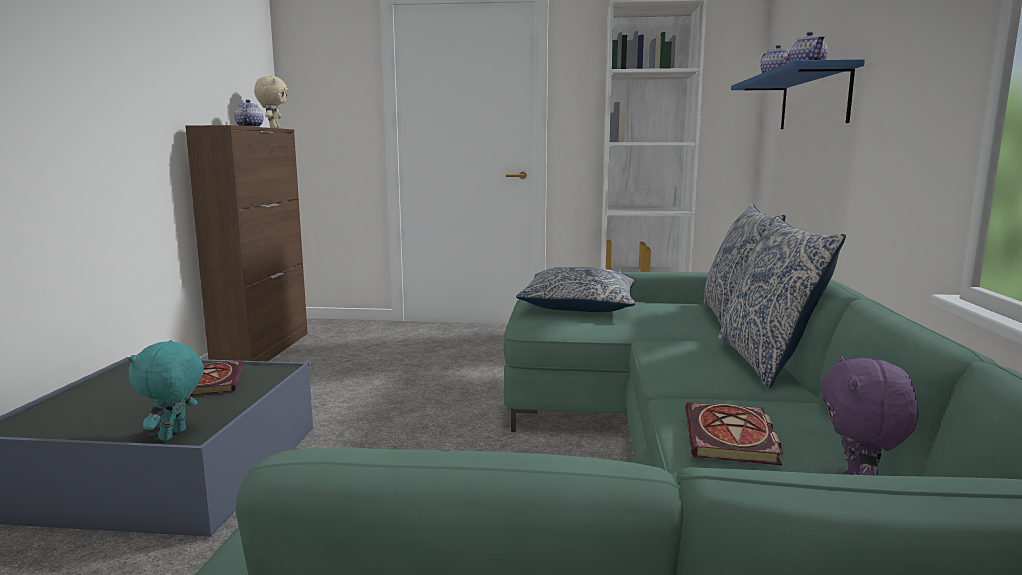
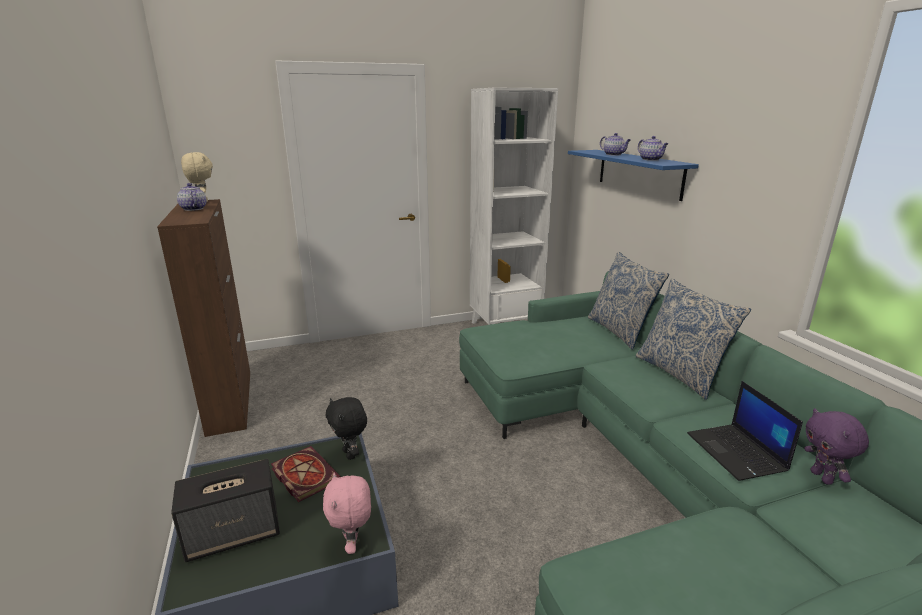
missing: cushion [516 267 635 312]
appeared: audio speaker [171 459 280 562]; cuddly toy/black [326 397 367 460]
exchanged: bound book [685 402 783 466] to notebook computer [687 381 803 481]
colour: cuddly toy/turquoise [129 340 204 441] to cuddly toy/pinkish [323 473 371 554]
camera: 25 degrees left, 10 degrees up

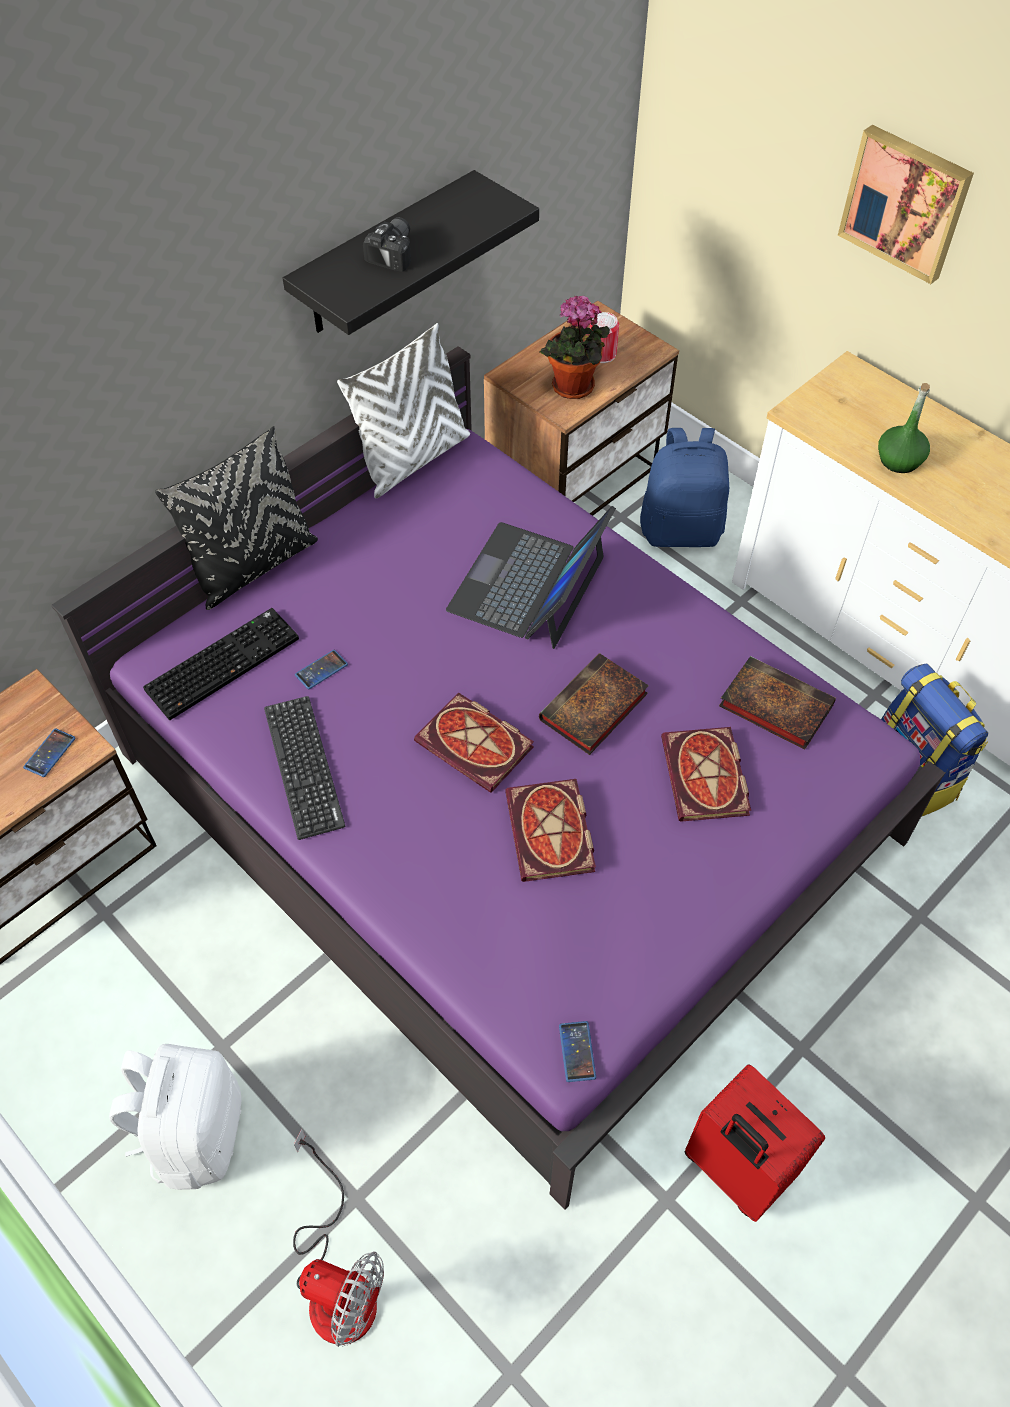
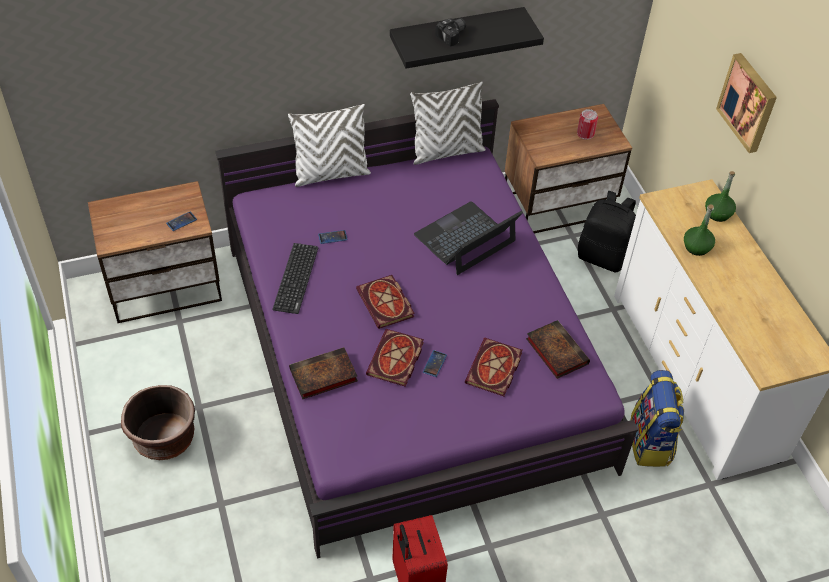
missing: PC keyboard [143 608 299 720]; electric fan [293 1128 384 1347]; houseplant [540 295 610 399]
appeared: beverage bottle/green [705 171 736 222]
relocated: bound book [539 653 649 755] to [289 347 358 399]; handset [559 1021 596 1082] to [423 350 447 377]
exchanged: backpack/white-coloured [109 1044 241 1190] to planter/brown-coloured [121 385 195 460]
colour: cushion/black [155 427 318 610] to cushion/white-coloured [288 104 371 187]; backpack/blue-coloured [640 428 729 547] to backpack/black [578 191 636 273]
camera: 25 degrees right, 5 degrees down

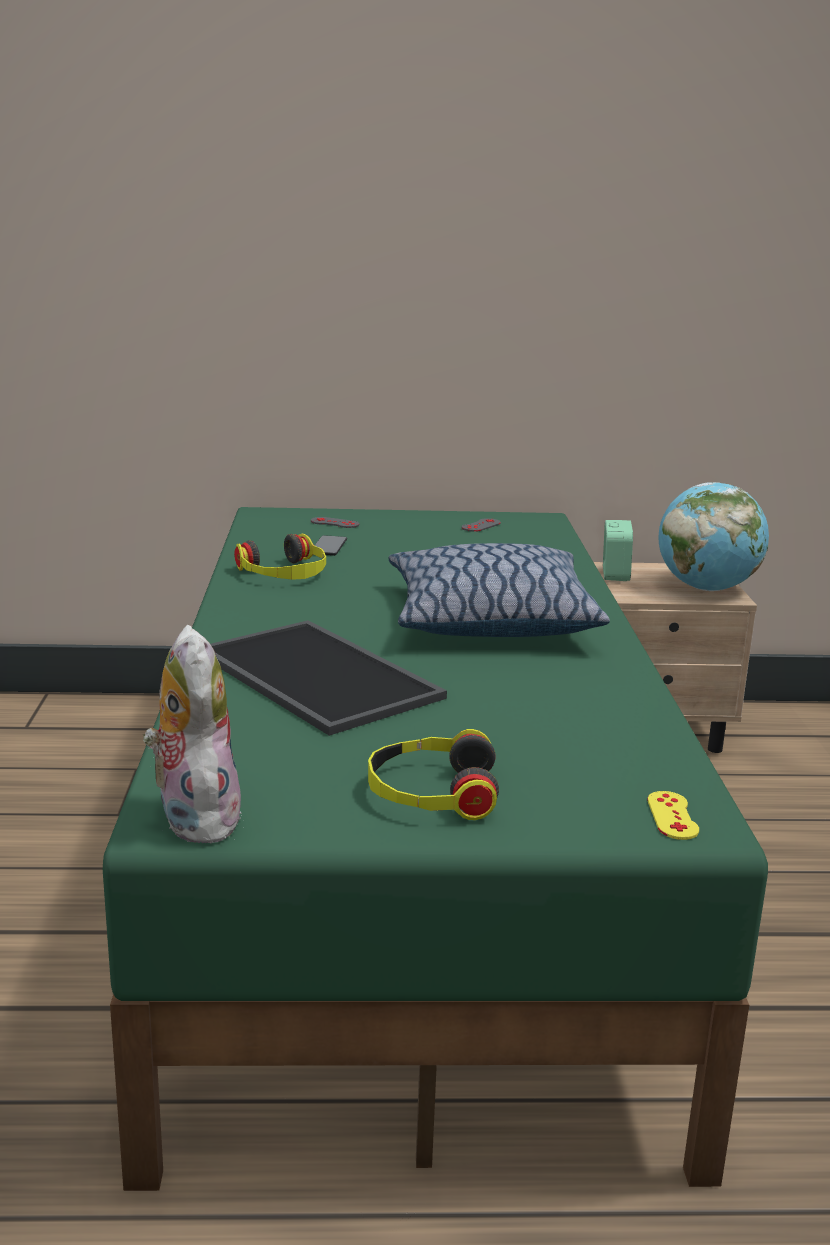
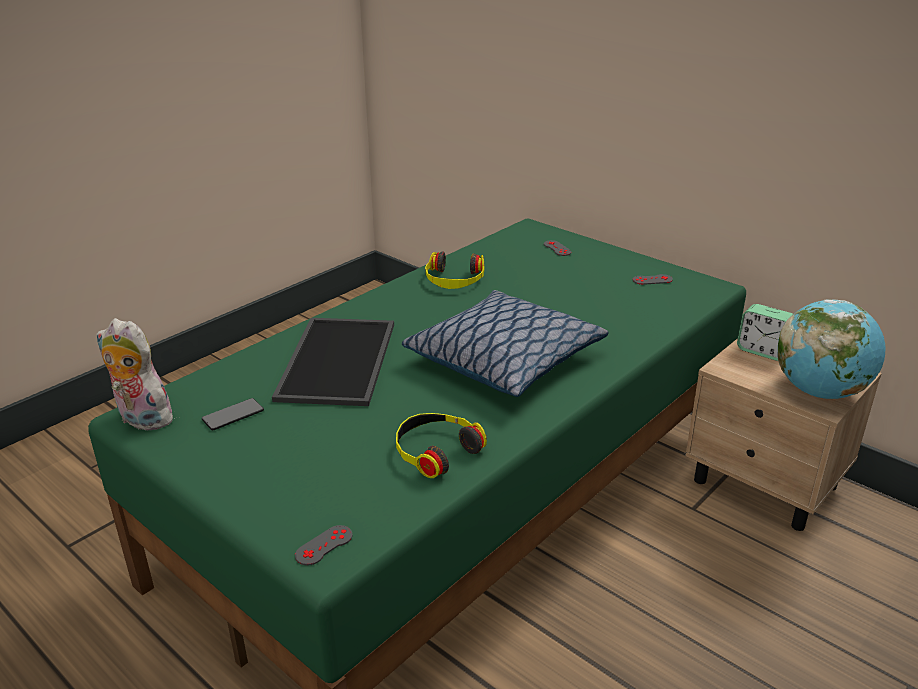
relocated: handset [314 535 347 556] to [202 398 264 431]; headphones [368 729 499 820] to [396 413 487 478]
colour: game controller/yellowish [647 791 699 840] to game controller/greyish [295 525 353 566]
spun: cuddly toy [143 625 242 844] = [96 318 175 430] 90 degrees counterclockwise; bedside clock [603 520 633 581] = [737 304 793 361] 75 degrees clockwise
camera: 45 degrees right, 10 degrees up

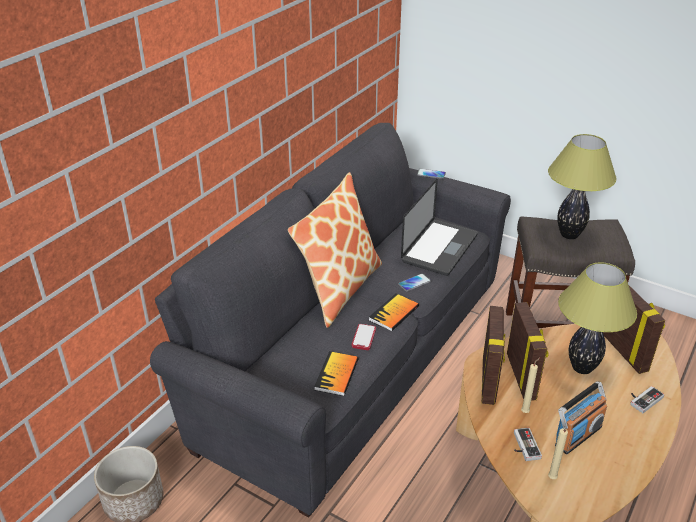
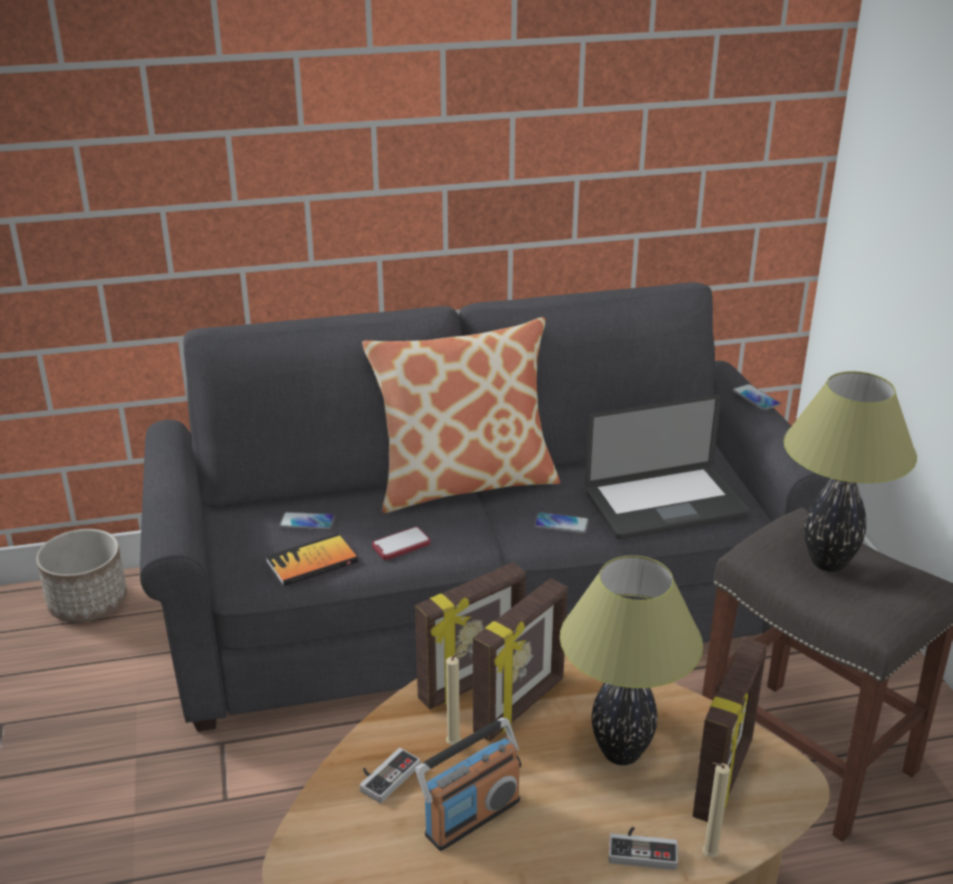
missing: bound book [369 293 419 331]
appeared: handset [279 512 335 530]
relocated: candle/beige-coloured [548 428 568 479] to [702 762 730 858]
spun: radio set [555 381 607 454] = [415 717 521 851] 45 degrees counterclockwise
camera: 45 degrees right, 5 degrees down

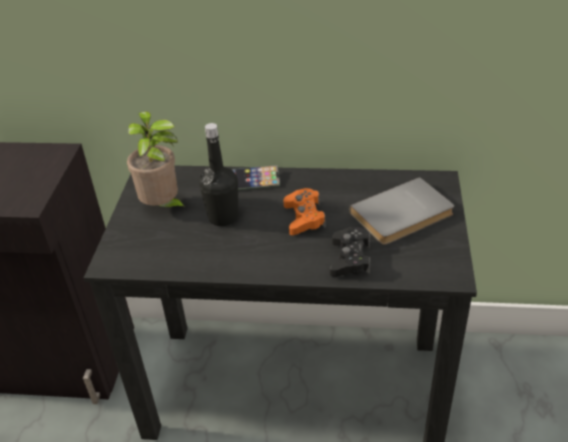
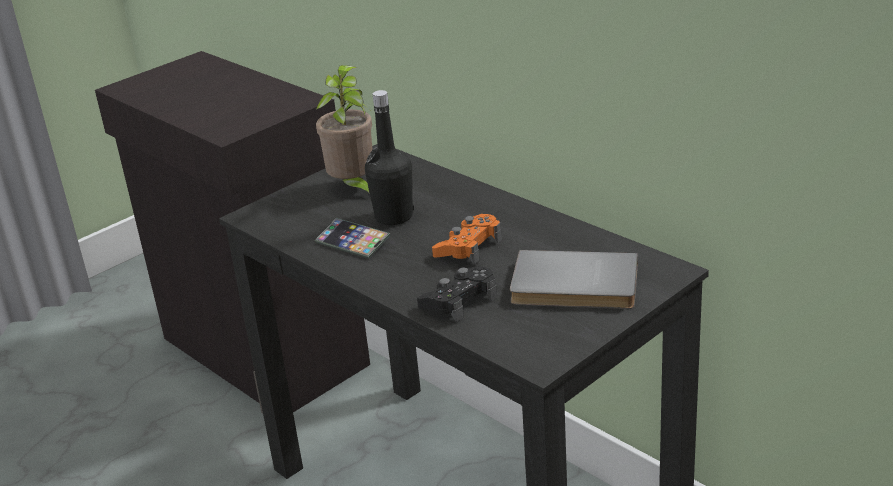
relocated: handset [232 165 280 190] to [314 218 390 259]
camera: 40 degrees right, 10 degrees down

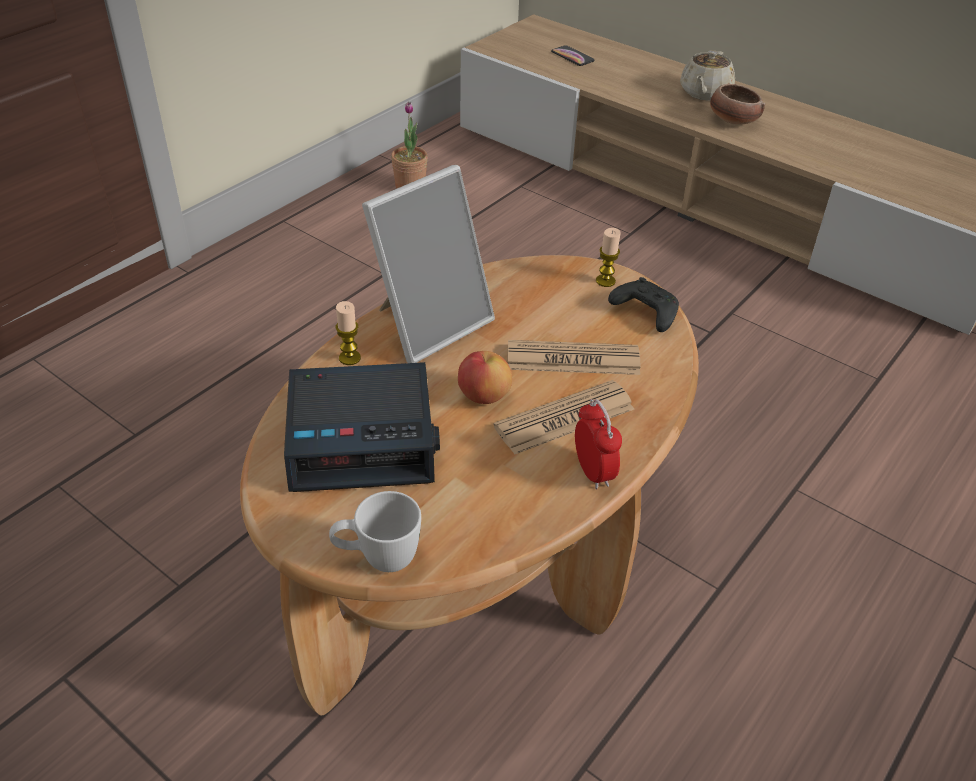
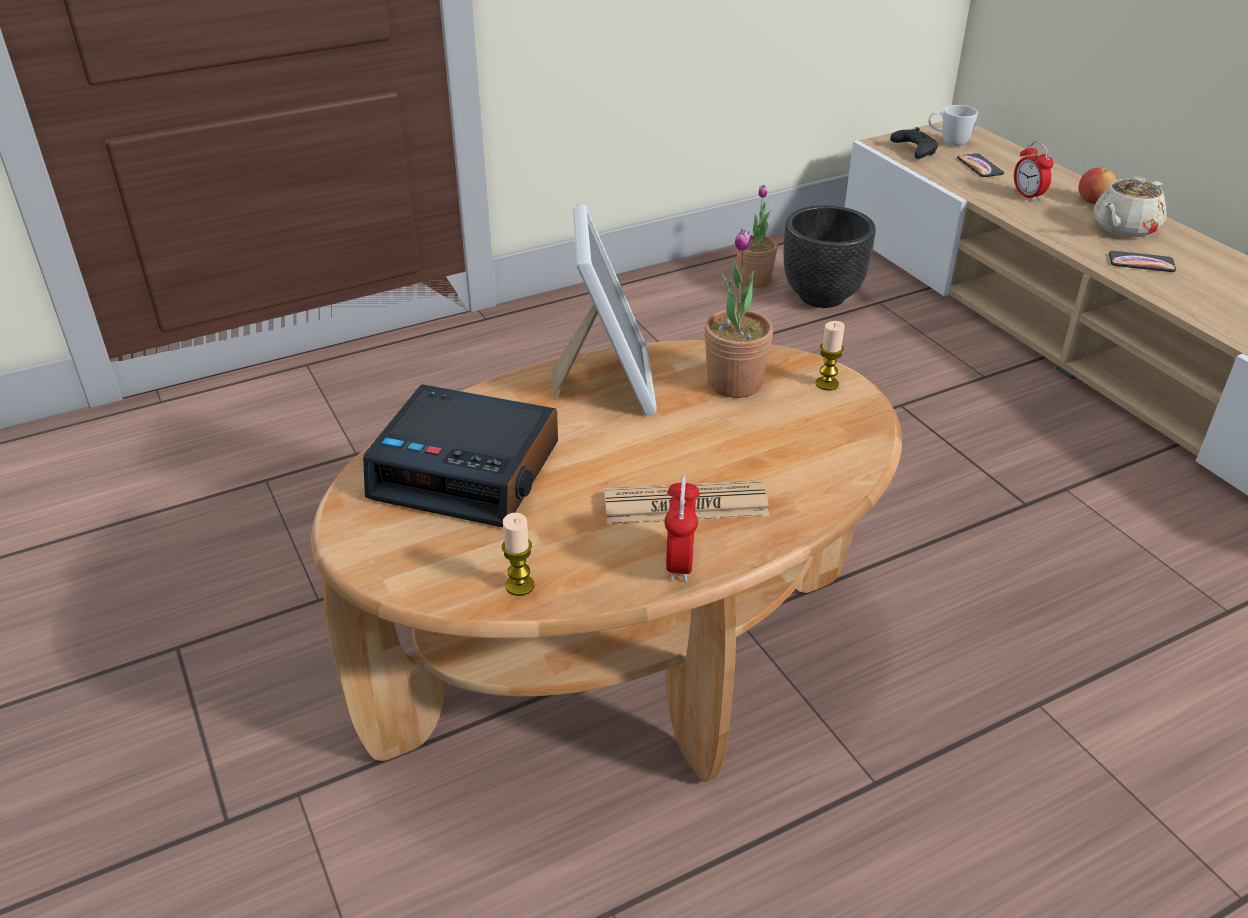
missing: newspaper [508 340 641 375]
appeared: houseplant [704 228 773 398]; planter/black [784 205 876 308]; bedside clock [1014 142 1054 202]
relocated: coffee mug/white-coloured [329 491 421 572] to [928 105 978 146]; candle [336 301 361 365] to [502 513 534 596]; whole apple [458 351 512 404] to [1078 168 1117 204]; game controller/black [608 277 679 332] to [890 127 938 159]
exchanged: serving bowl [710 84 765 125] to handset [1109 251 1176 272]
spun: photo frame [362 165 495 363] = [552 204 657 416] 75 degrees counterclockwise
camera: 25 degrees right, 5 degrees down

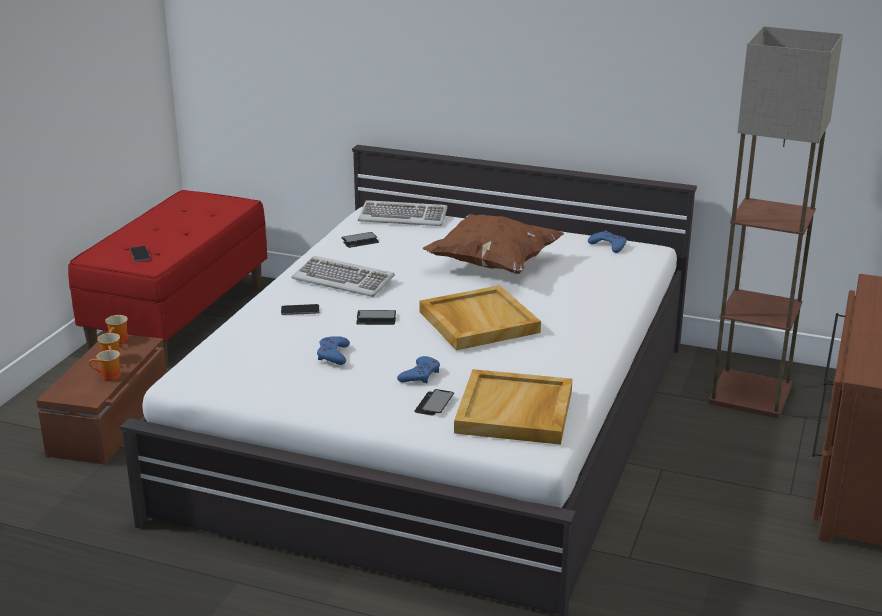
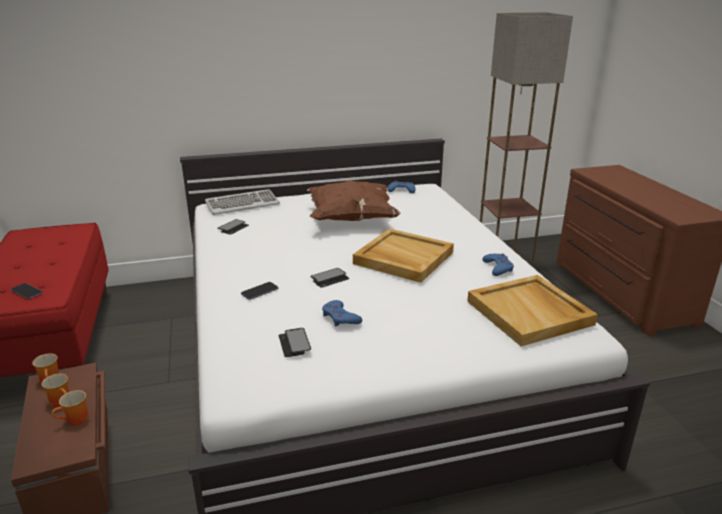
missing: PC keyboard [291 256 395 297]
relocated: game controller/blue-coloured [397 356 440 383] to [482 253 514 276]; handset [414 389 454 415] to [279 328 311 357]
camera: 35 degrees left, 0 degrees up

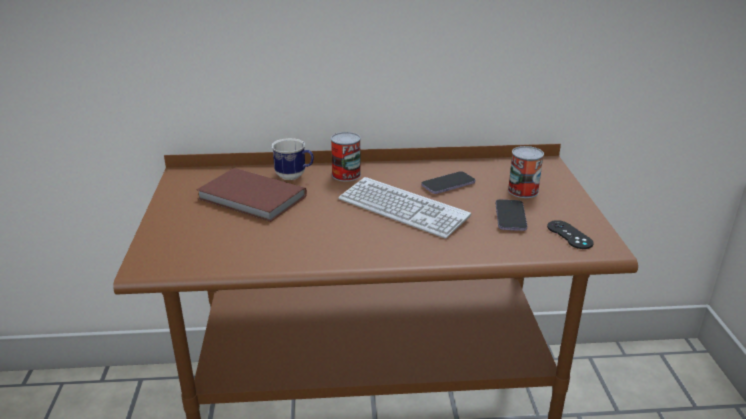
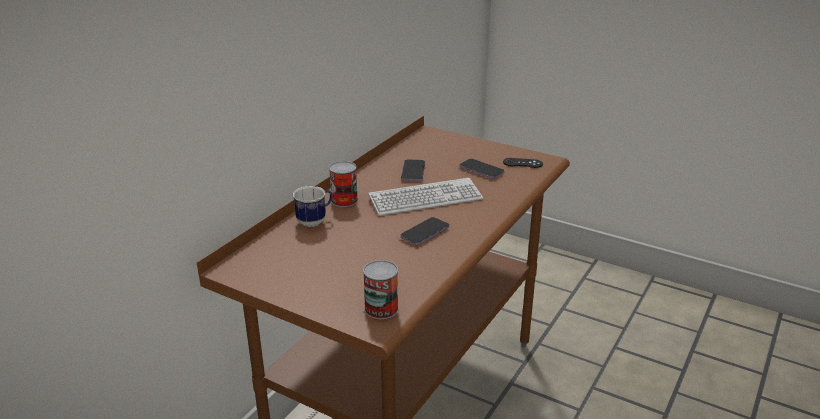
missing: bound book/brown-coloured [196 168 307 222]
appeared: handset [401 217 449 245]
relocated: can [508 146 544 198] to [363 260 399 319]
camera: 55 degrees left, 0 degrees up

